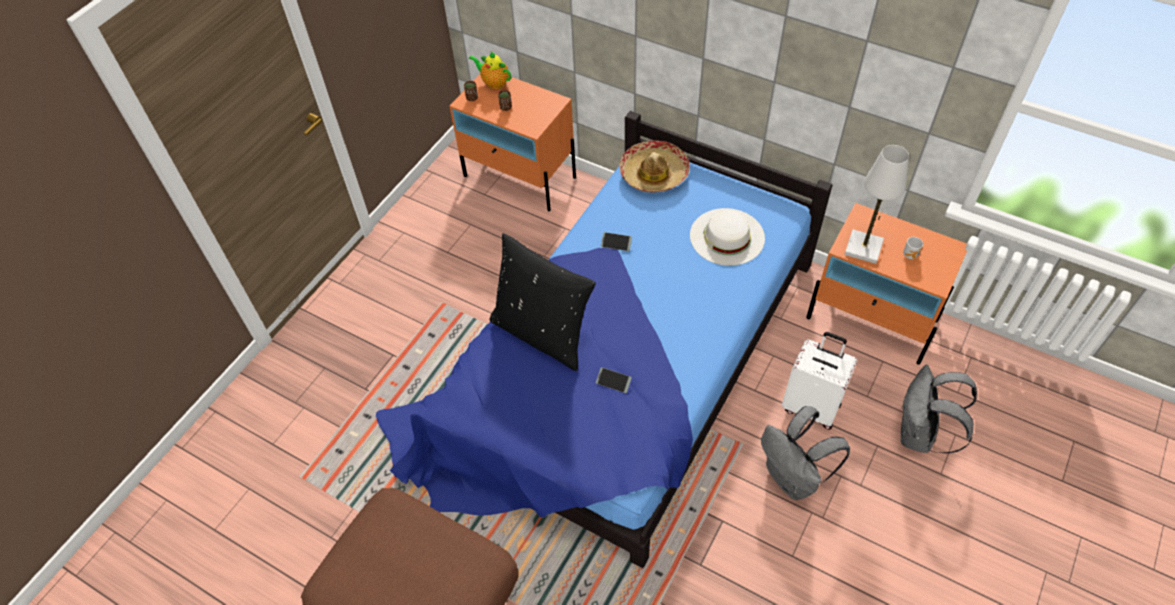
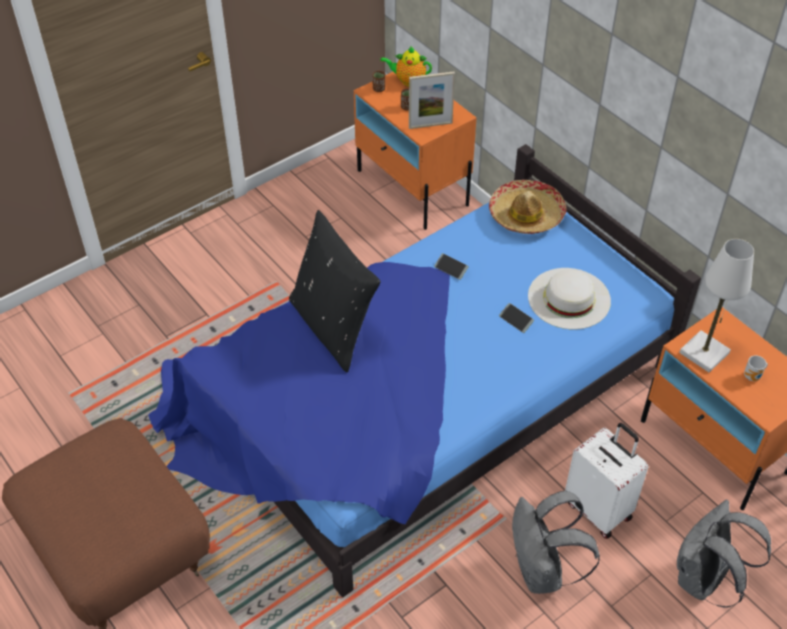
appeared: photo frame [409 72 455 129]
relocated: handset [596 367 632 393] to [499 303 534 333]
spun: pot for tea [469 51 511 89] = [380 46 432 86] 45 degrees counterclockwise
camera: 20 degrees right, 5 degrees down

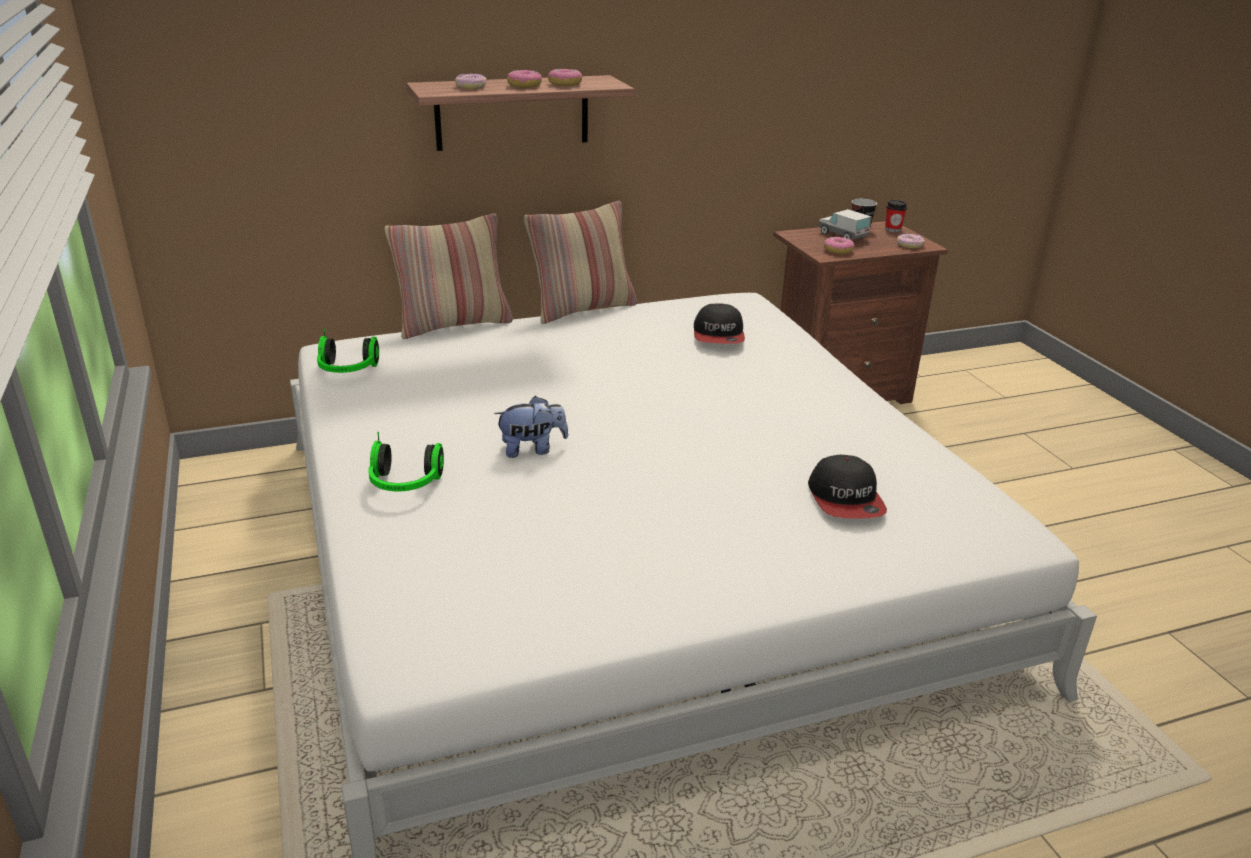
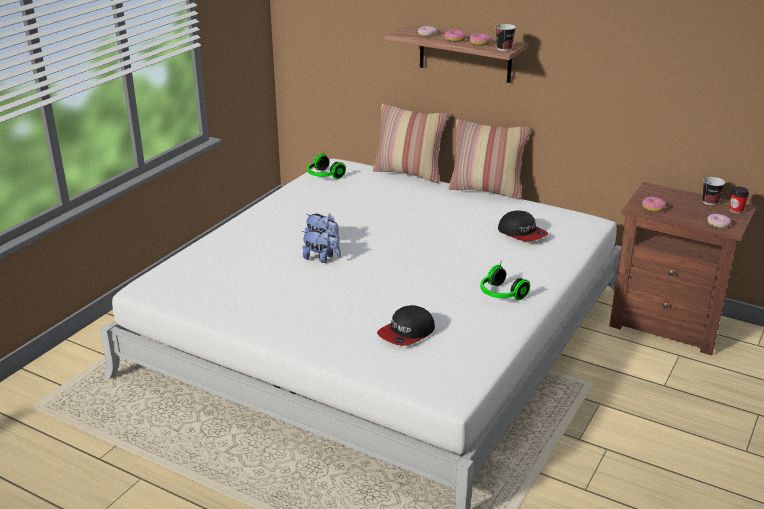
missing: model truck [819 209 872 240]
appeared: cuddly toy [302 229 341 263]; drinking cup [496 24 516 51]
relocated: headphones [368 432 444 491] to [480 261 530 300]
spun: baseball cap [694 303 745 344] = [498 210 548 241] 90 degrees counterclockwise
camera: 50 degrees right, 0 degrees up

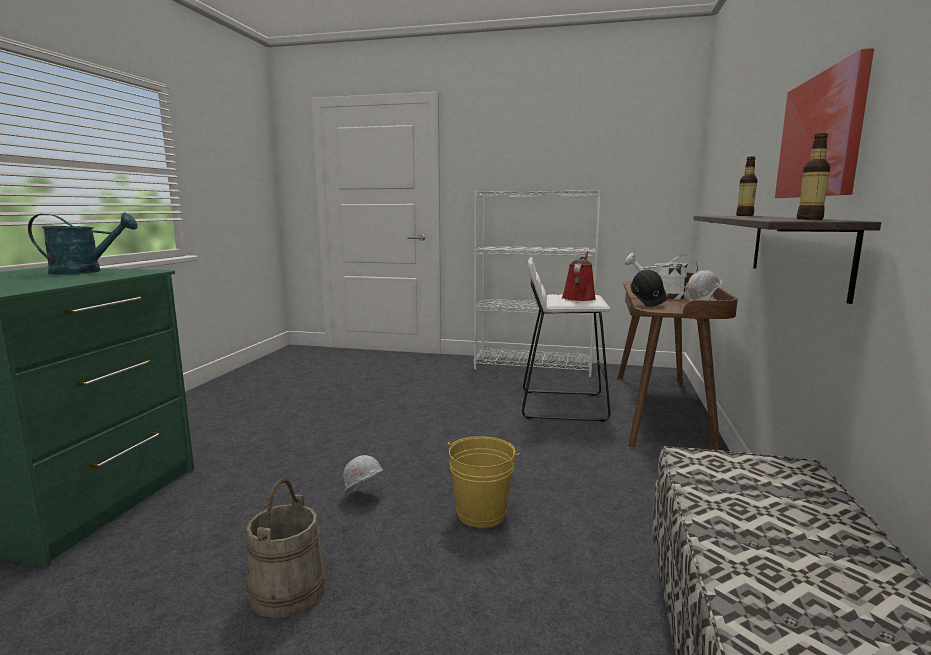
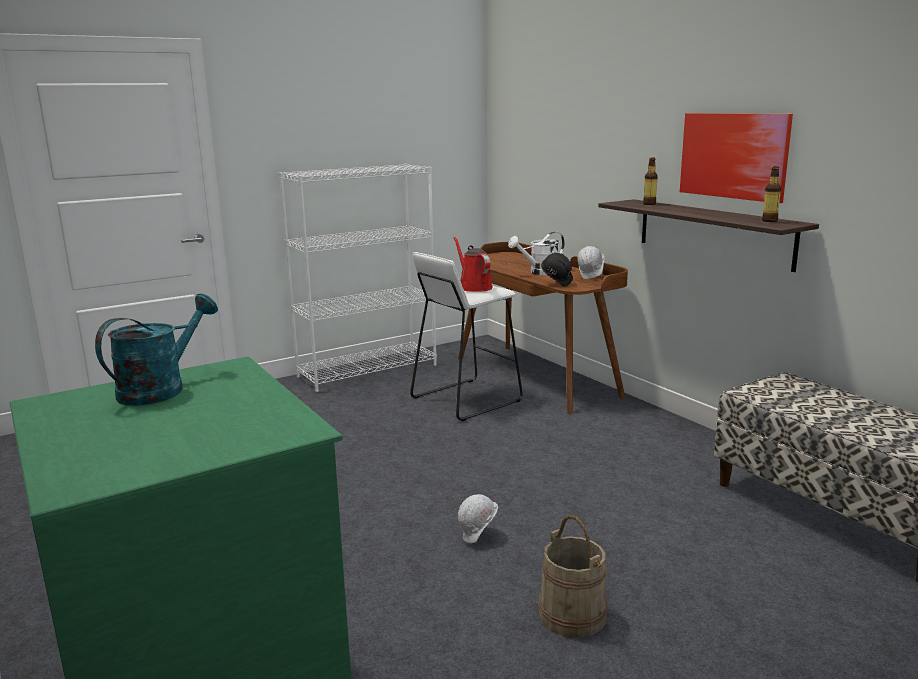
missing: pail/yellowish [448 436 520 528]
camera: 45 degrees left, 5 degrees up

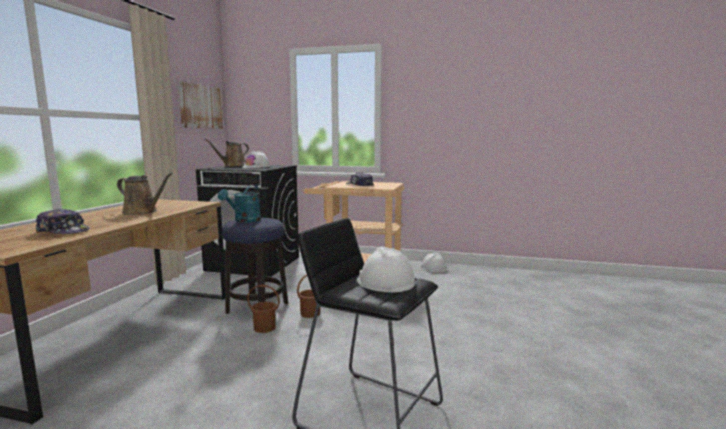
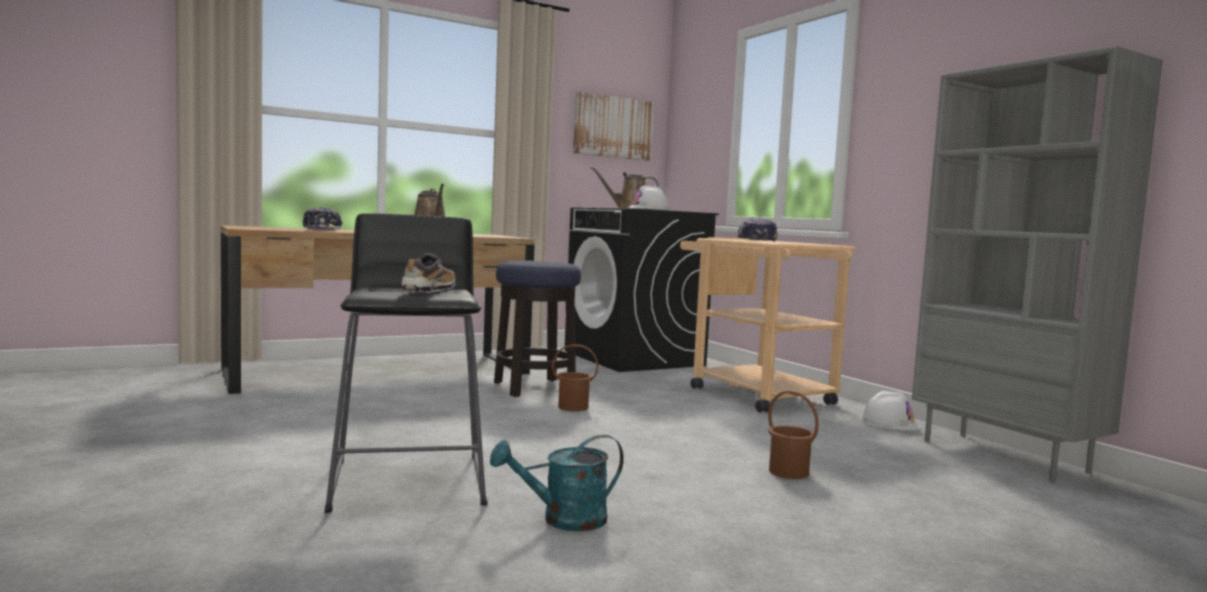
appeared: bookshelf/greyish [912 46 1163 483]
relocated: watering pot/turquoise [218 185 261 223] to [490 435 624 531]; pail/brown-coloured [247 285 280 333] to [768 390 819 479]
exchanged: work helmet/white-coloured [357 247 415 292] to shoe [401 253 455 293]
camera: 45 degrees right, 5 degrees down

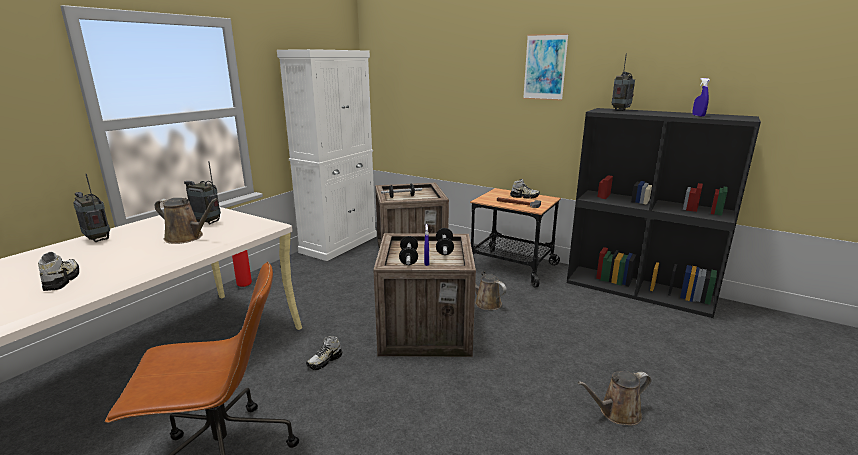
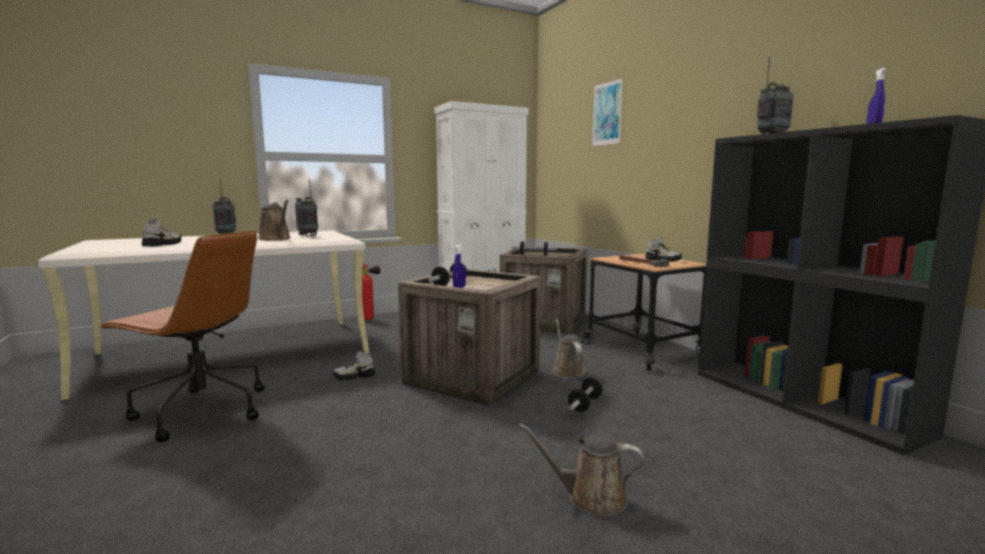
relocated: hand weight [436 228 454 255] to [568 378 602 412]; picture [523 33 569 101] to [592 77 623 147]
camera: 30 degrees right, 10 degrees down

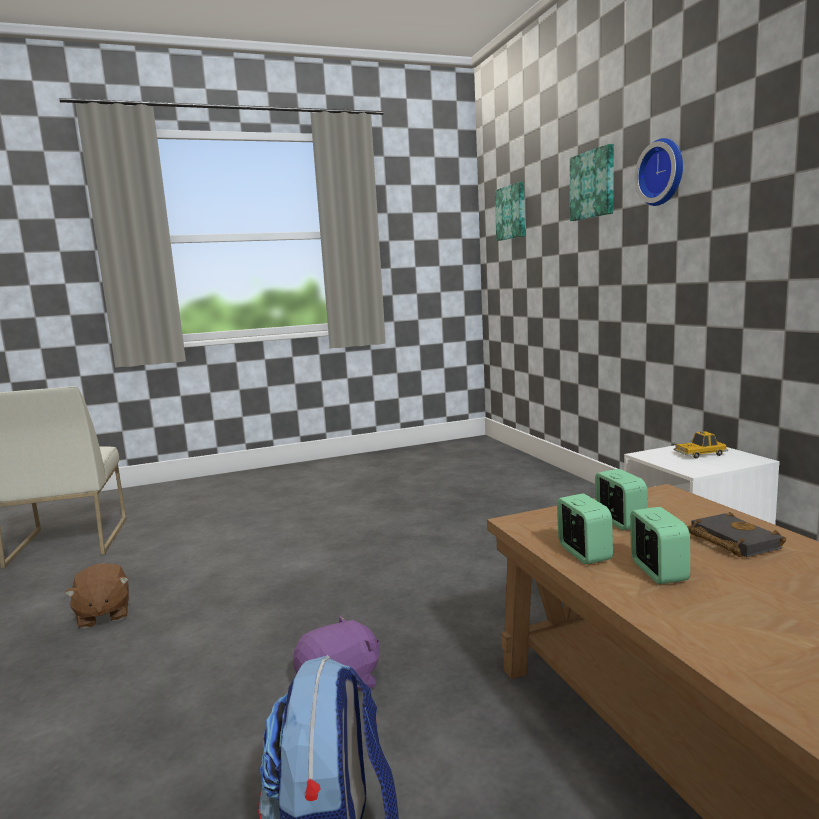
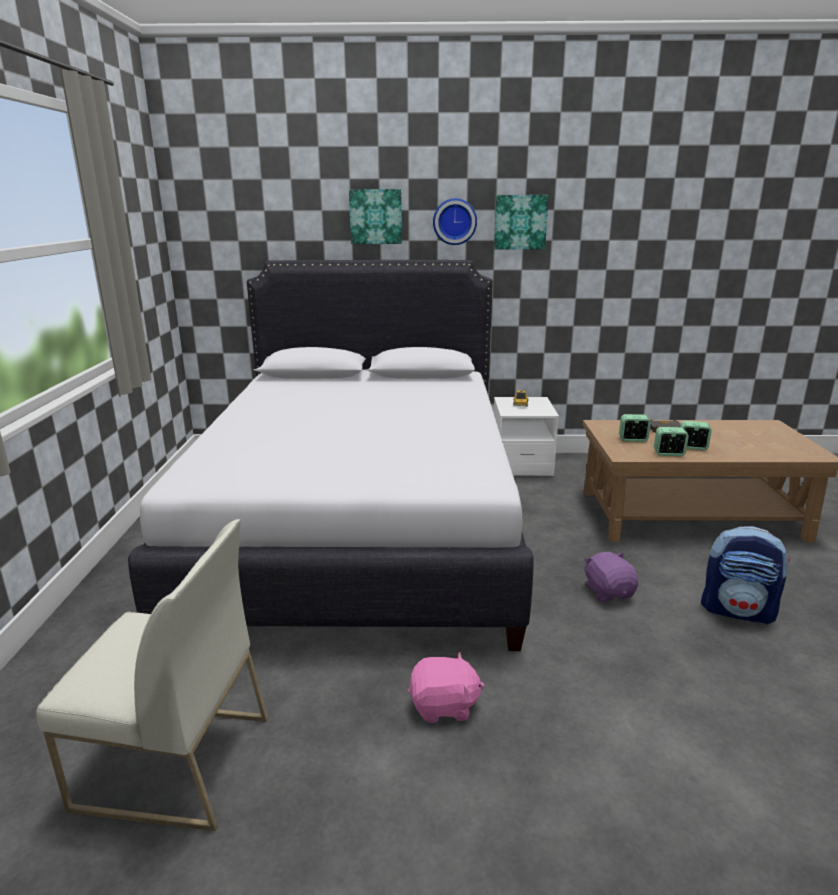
appeared: bed/white-coloured [128 260 533 651]
relocated: picture [495 182 525 241] to [494 195 549 250]
colour: cuddly toy/brown-coloured [64 563 129 629] to cuddly toy/pinkish [408 652 485 723]
camera: 70 degrees left, 10 degrees up

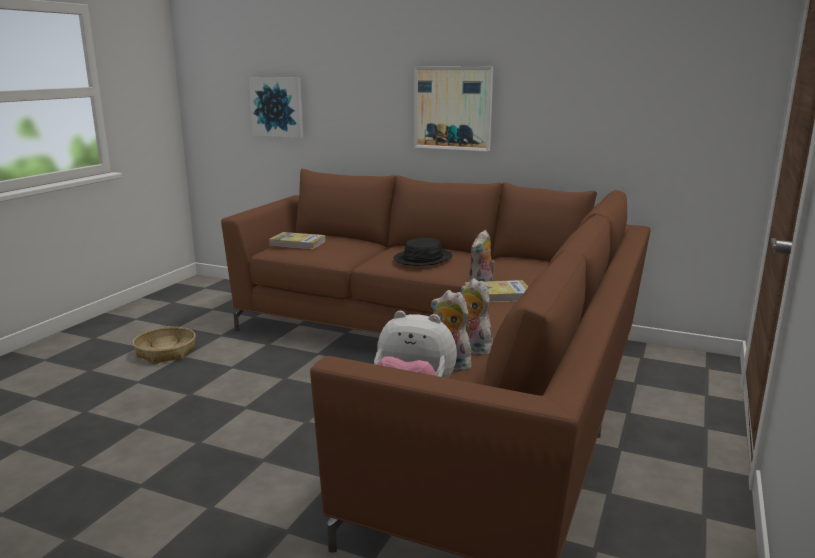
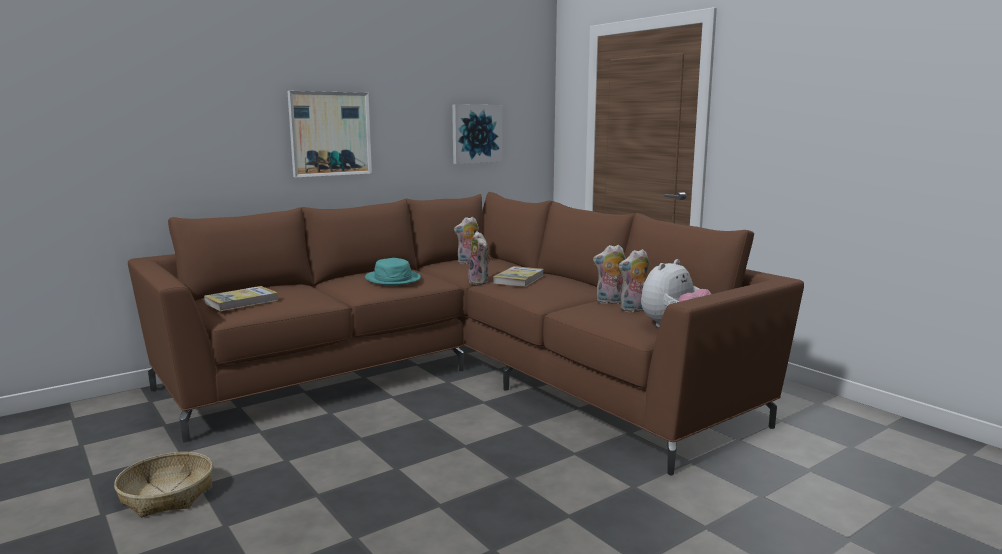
appeared: cuddly toy [454 216 479 264]
relocated: picture [249 77 303 138] to [452 104 502 164]
colour: clothing hat/black [394 237 452 266] to clothing hat/turquoise [365 258 421 285]
camera: 60 degrees left, 5 degrees down

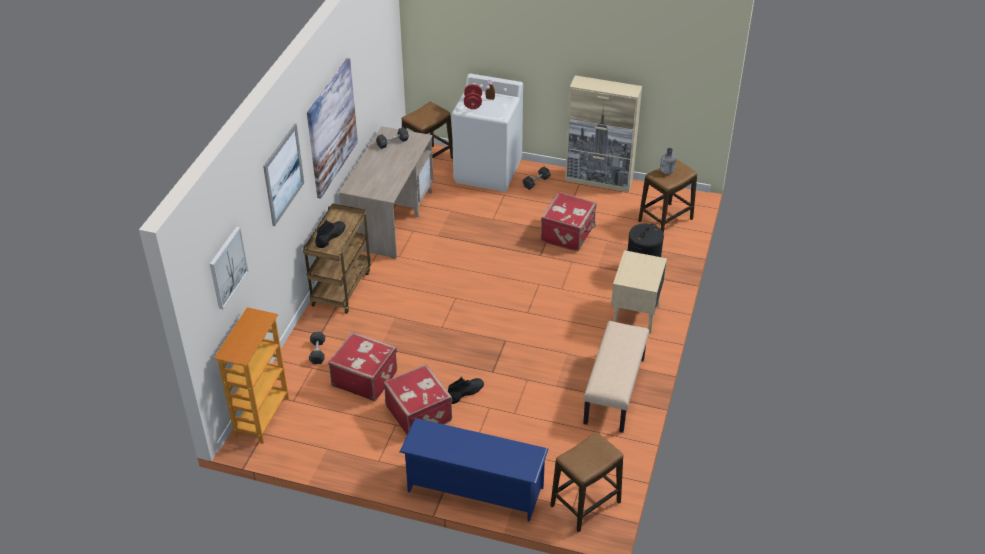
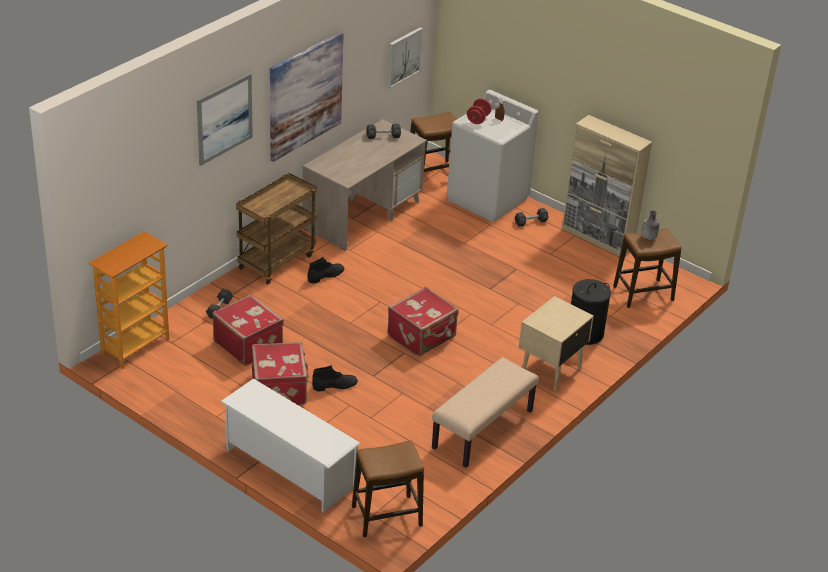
relocated: picture [210 227 249 309] to [387 27 423 88]; boot/black [315 220 346 248] to [307 257 344 284]; piece of luggage/red [541 192 597 251] to [387 287 458 356]
colour: shoe stand/blue-coloured [400 418 548 522] to shoe stand/white-coloured [220 378 361 513]
camera: 20 degrees right, 5 degrees down

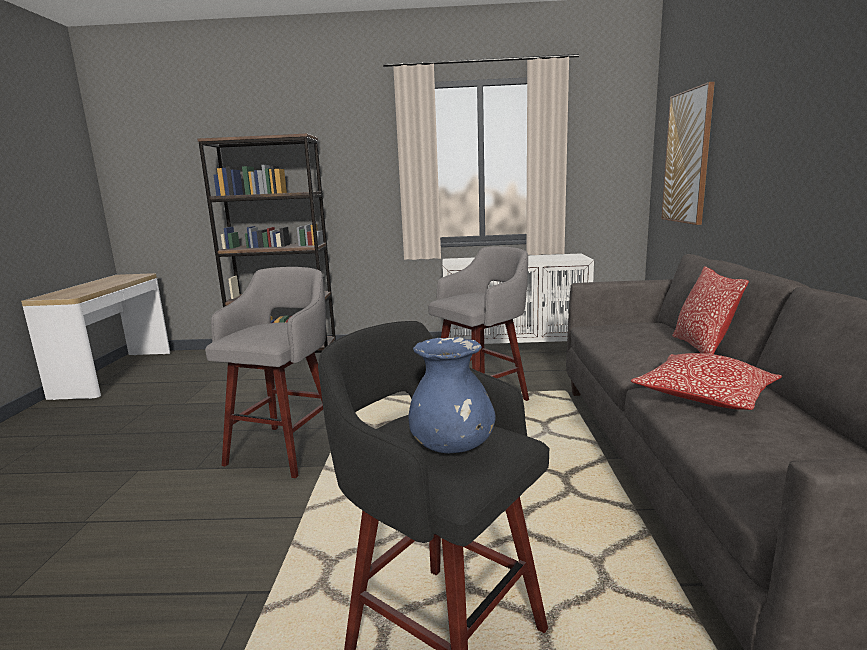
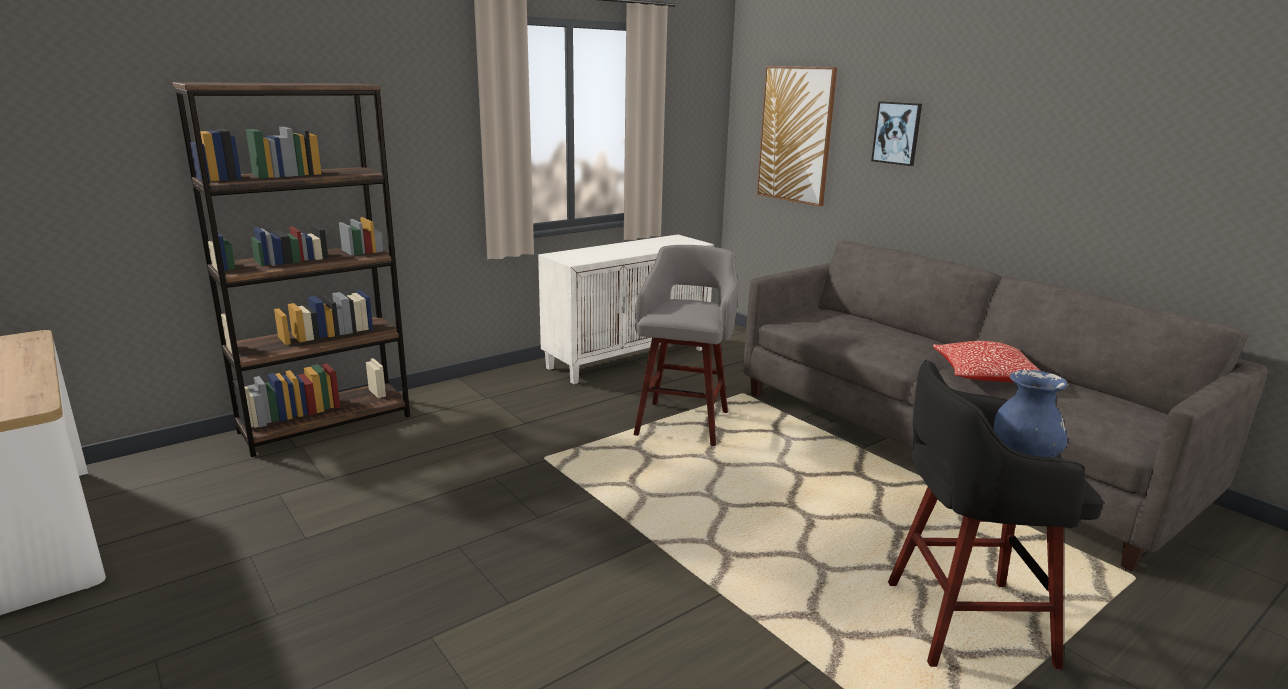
missing: sitting stool/greyish [205 267 326 478]; cushion [672 266 749 354]
appeared: picture [871 101 922 166]
camera: 40 degrees left, 5 degrees up

